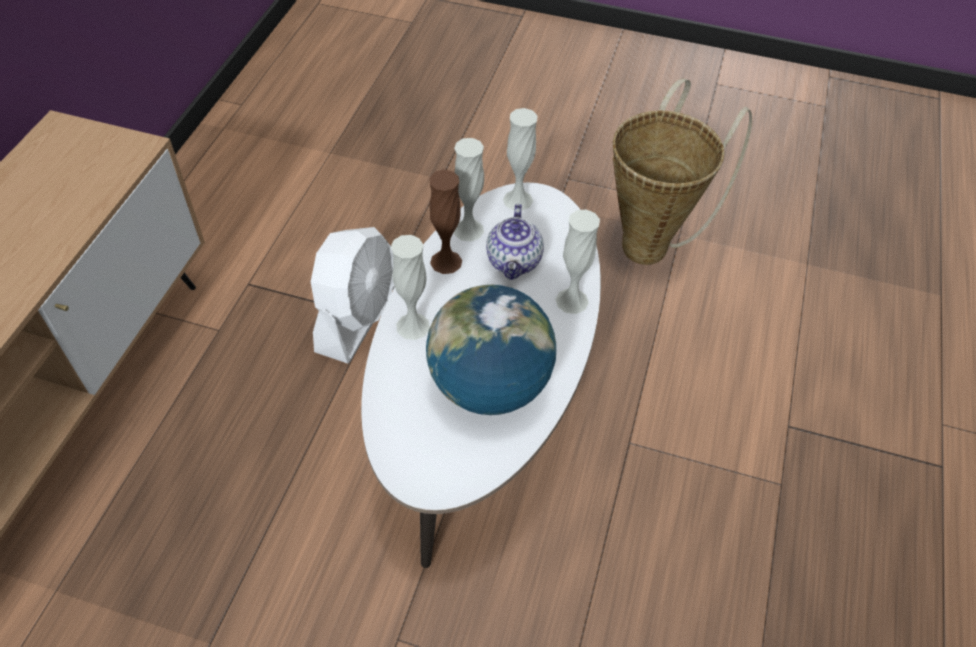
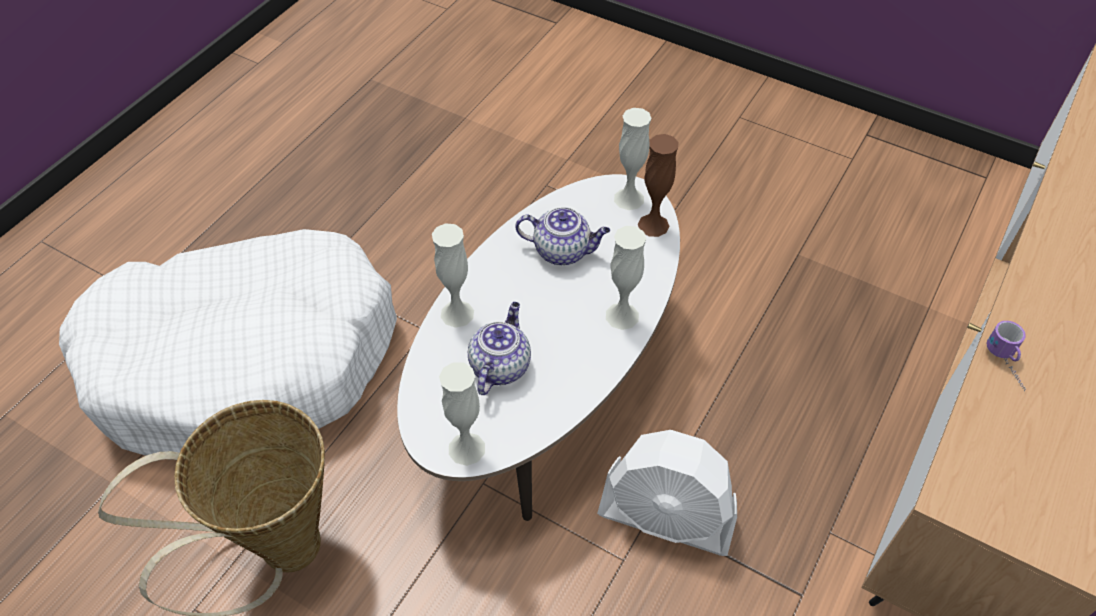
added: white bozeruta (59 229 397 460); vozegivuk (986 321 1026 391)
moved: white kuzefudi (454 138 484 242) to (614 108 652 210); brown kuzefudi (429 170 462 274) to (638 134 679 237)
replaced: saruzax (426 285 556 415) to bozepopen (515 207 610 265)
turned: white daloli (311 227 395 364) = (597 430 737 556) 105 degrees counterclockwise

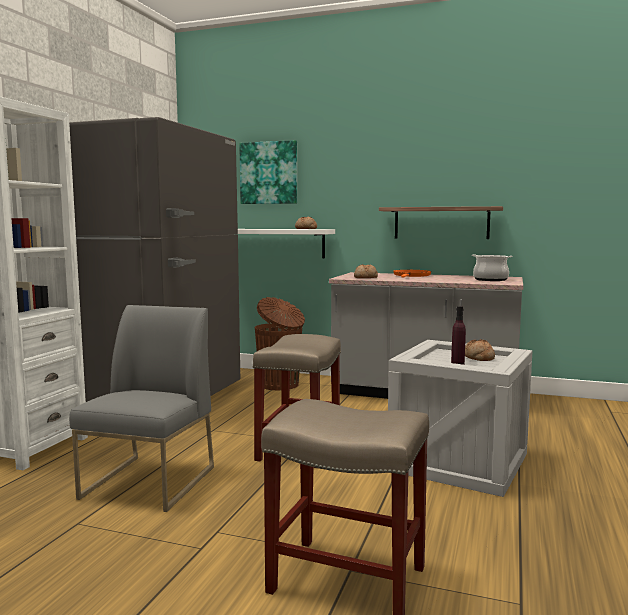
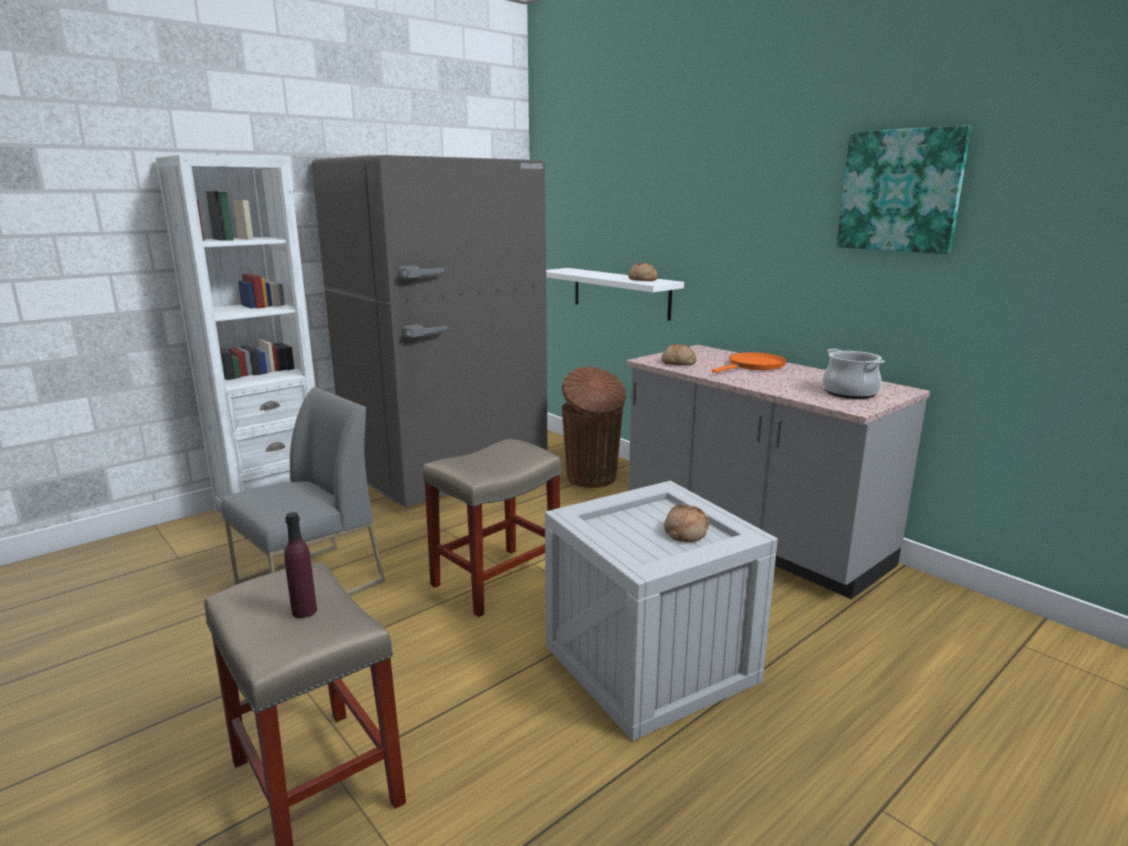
removed: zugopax (379 206 503 239)
moved: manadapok (239 140 297 204) to (836 125 972 254); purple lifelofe (451 306 466 365) to (284 512 317 618)

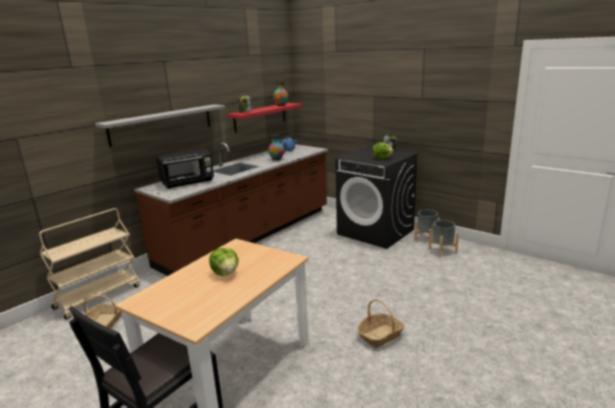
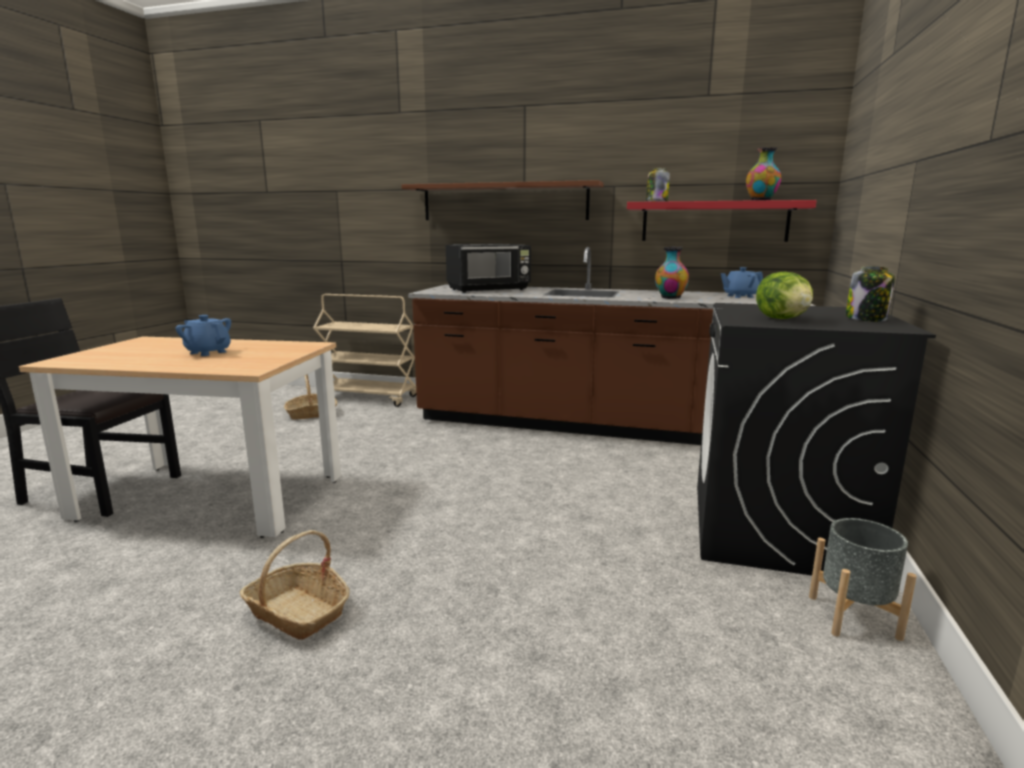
removed: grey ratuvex (428 220 459 257)
replaced: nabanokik (209 248 239 276) to blue bozepopen (176 315 231 356)
recoloured: grey zugopax (95 104 225 147) to brown zugopax (401 180 604 220)
turned: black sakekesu (156 149 214 189) = (446 243 531 293) 60 degrees counterclockwise

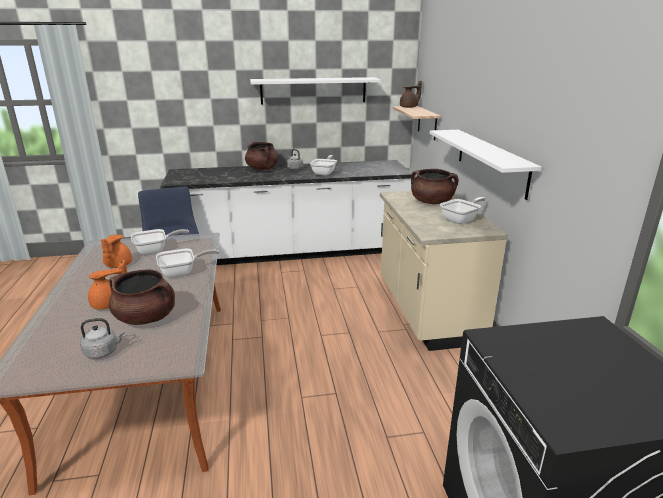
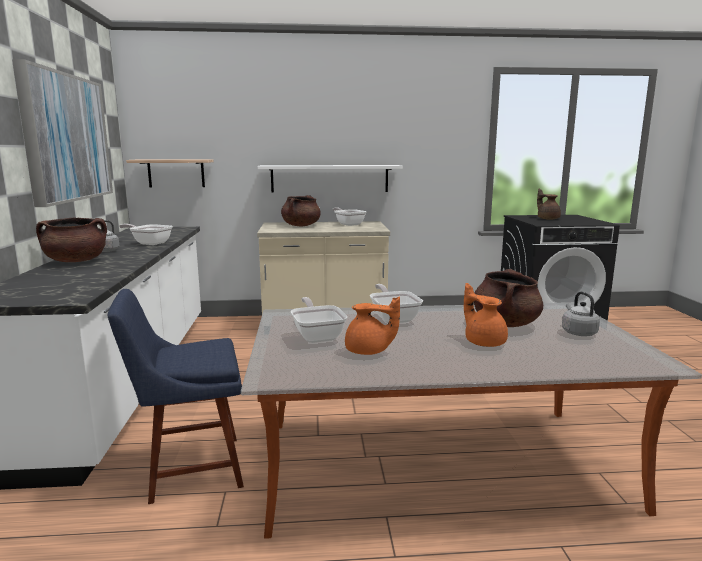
moved: brown bozepopen (400 81 422 108) to (537 189 561 220)
replaced: white zugopax (250 77 381 105) to manadapok (12 59 113 207)

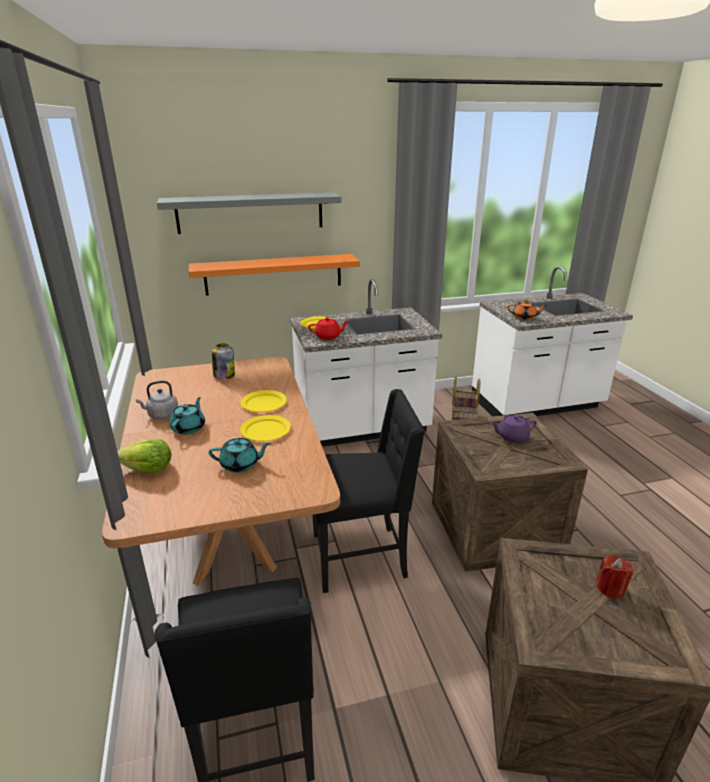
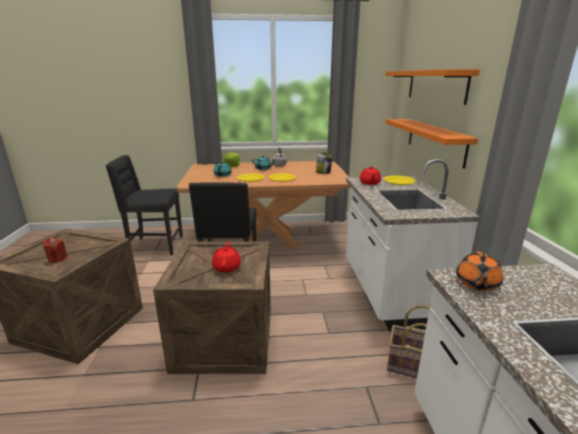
recoloured: grey zugopax (157 192 341 234) to orange zugopax (386 69 480 105); purple bozepopen (491 415 537 442) to red bozepopen (212 241 241 273)

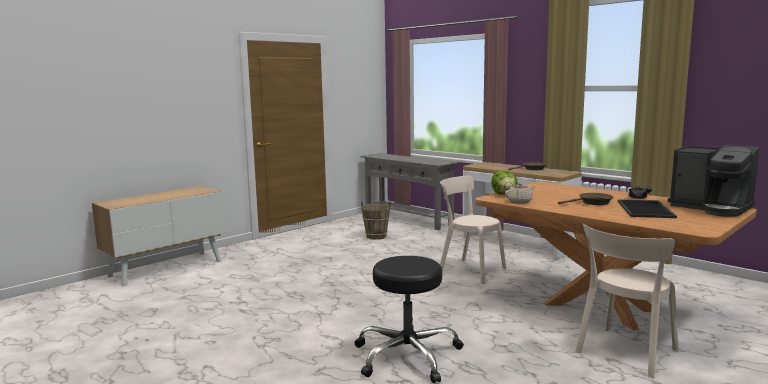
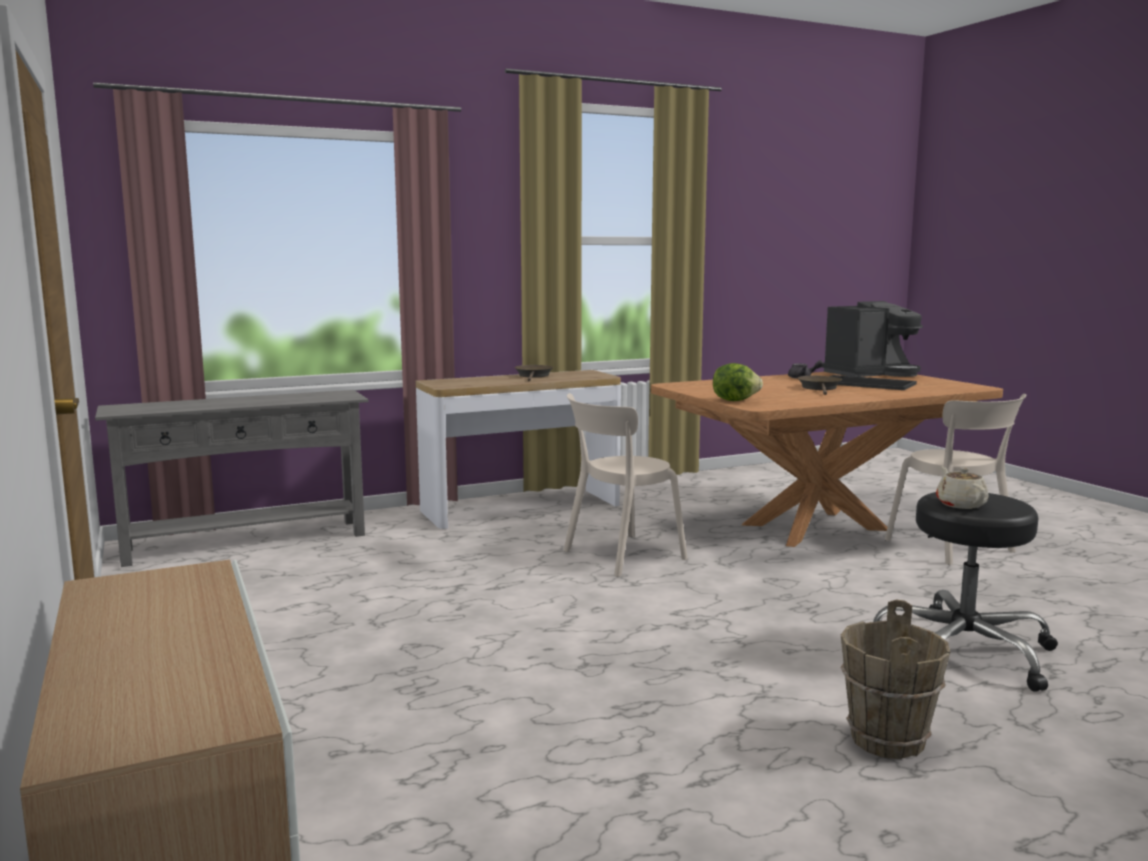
moved: beige bozepopen (505 183 536 204) to (936 466 988 509); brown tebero (361 200 390 240) to (840 599 950 759)

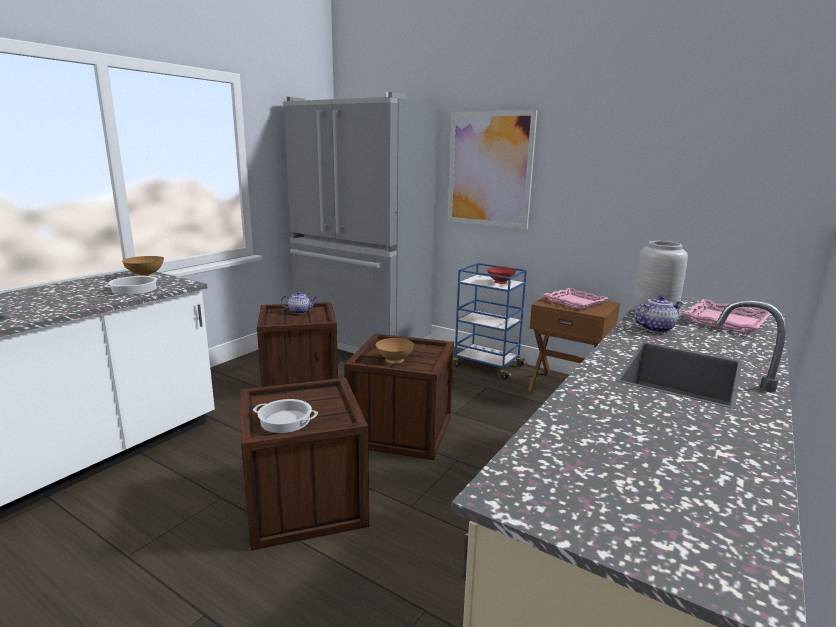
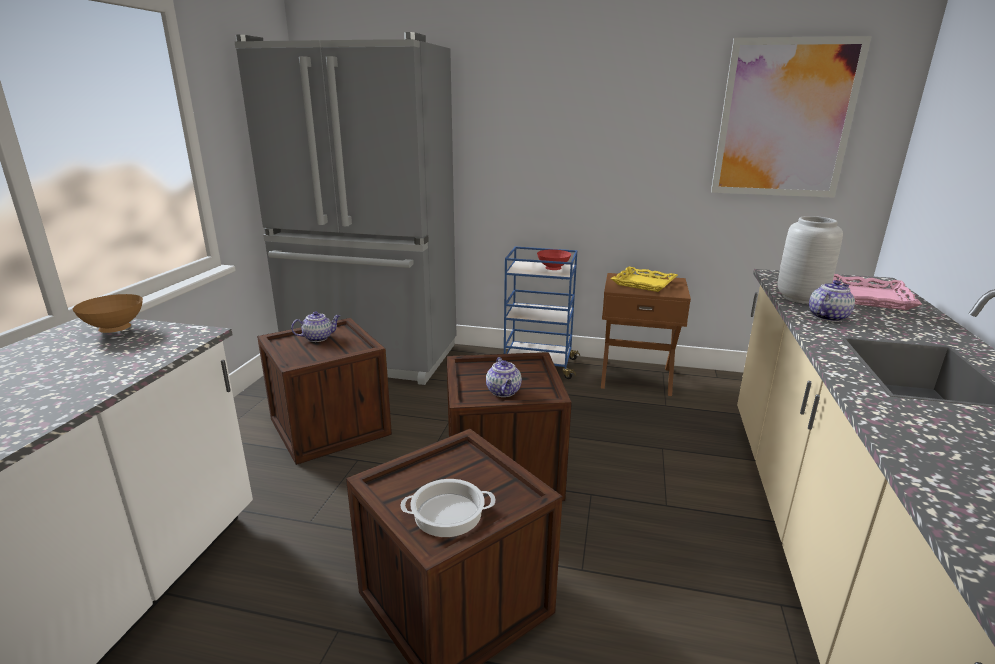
removed: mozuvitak (104 275 161 295)
moved: manadapok (448 110 538 229) to (711 36 872 198)
replaced: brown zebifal (376 338 414 364) to bozepopen (486 357 522 397)
recoloured: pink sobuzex (543 288 609 309) to yellow sobuzex (611 267 678 292)

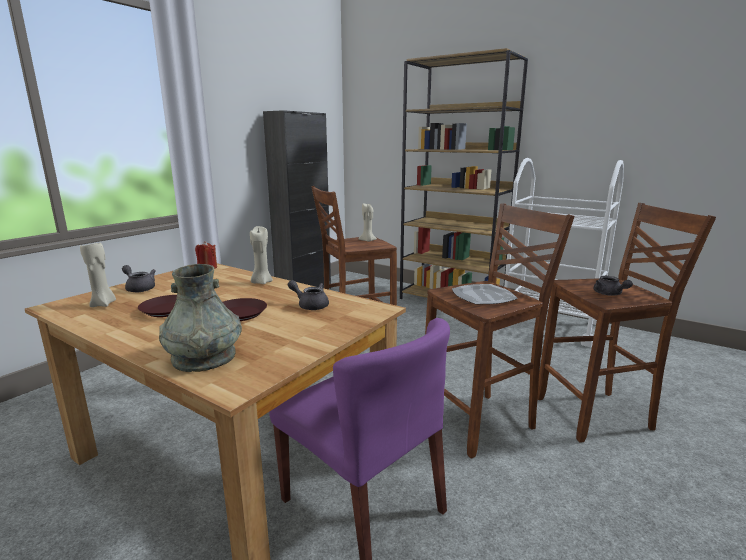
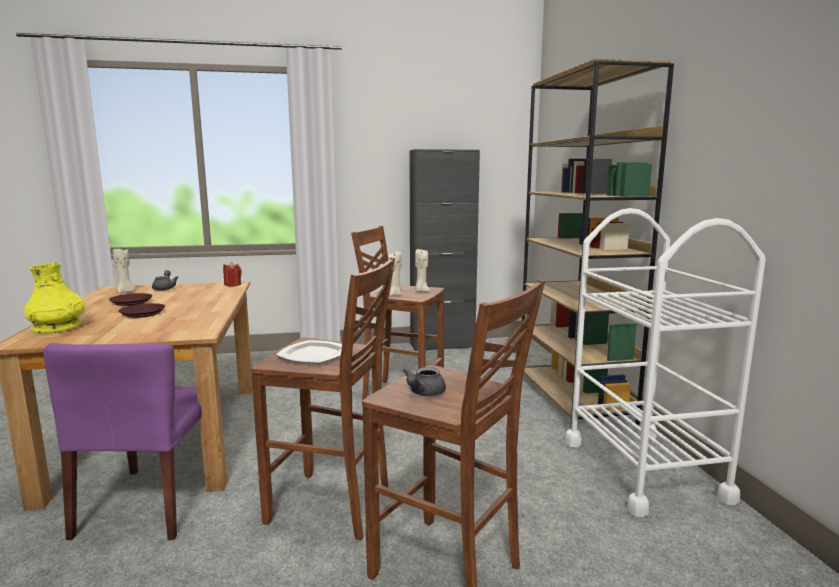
removed: grey bozepopen (287 280 329 310)
moved: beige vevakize (250 226 273 284) to (388 251 402 296)
recoloured: grey kuzefudi (159 264 242 372) to yellow kuzefudi (24 263 85 333)

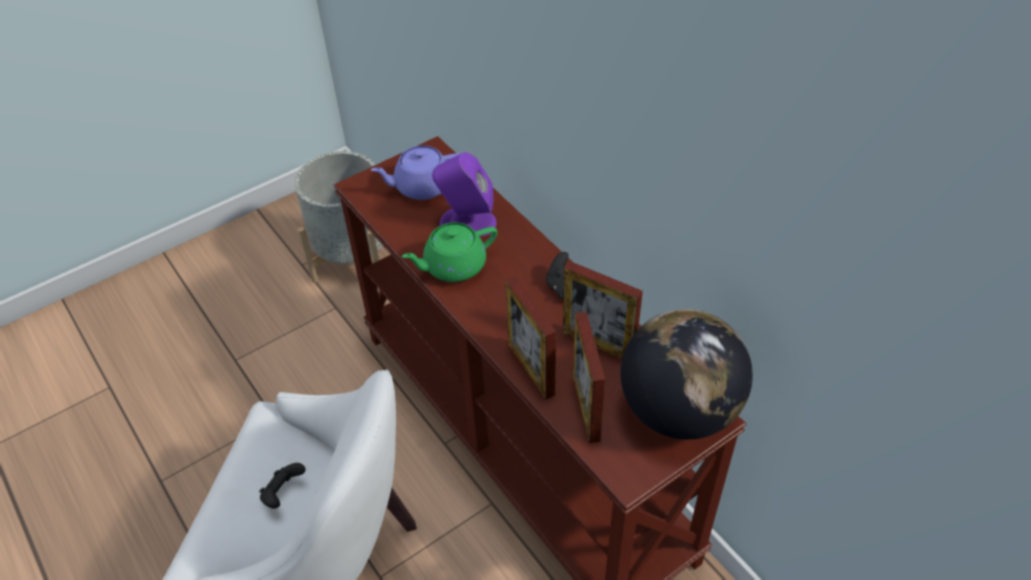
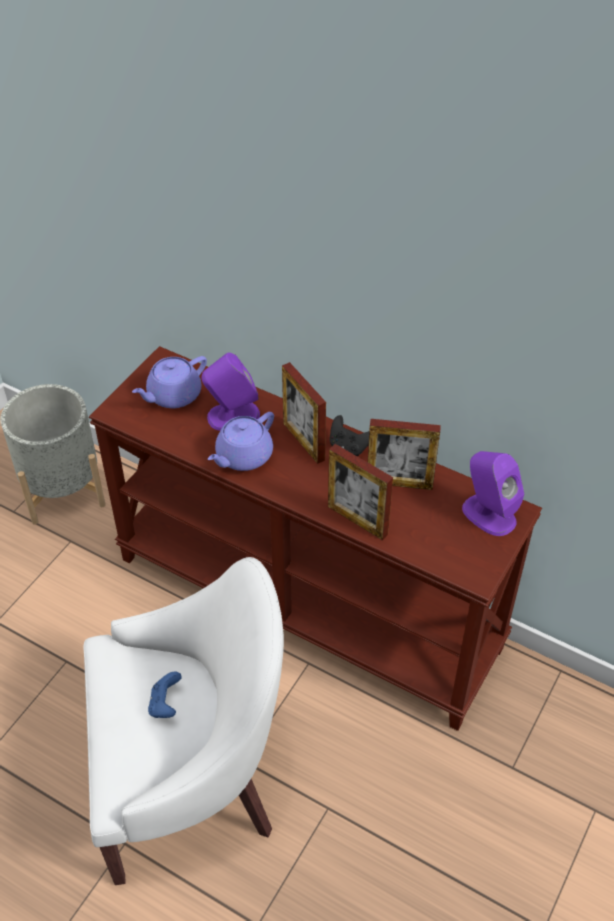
moved: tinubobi (573 312 605 443) to (282 362 326 464)
replaced: saruzax (621 309 753 440) to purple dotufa (462 451 524 536)
recoloured: green bozepopen (401 222 497 282) to purple bozepopen (208 412 274 471); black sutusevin (259 463 306 508) to blue sutusevin (148 671 182 718)

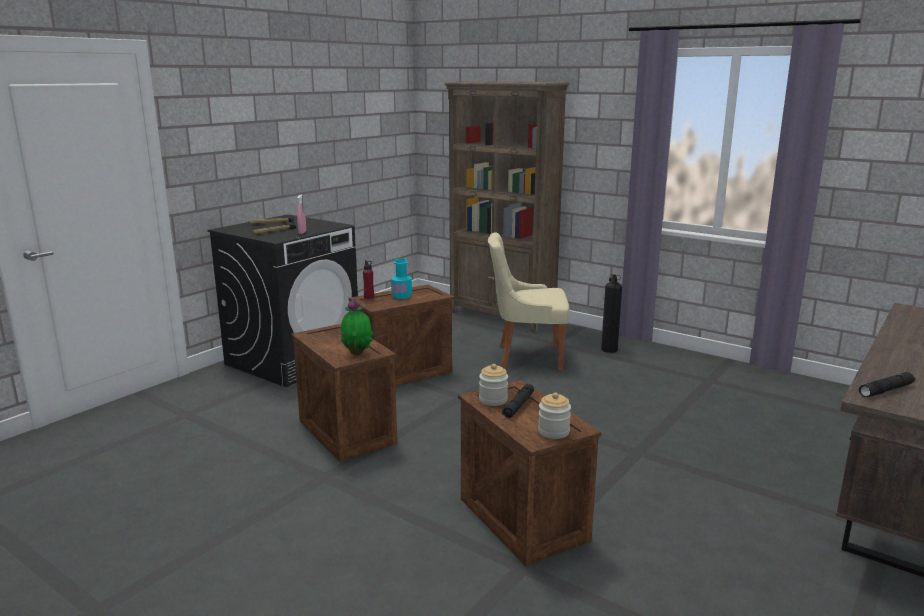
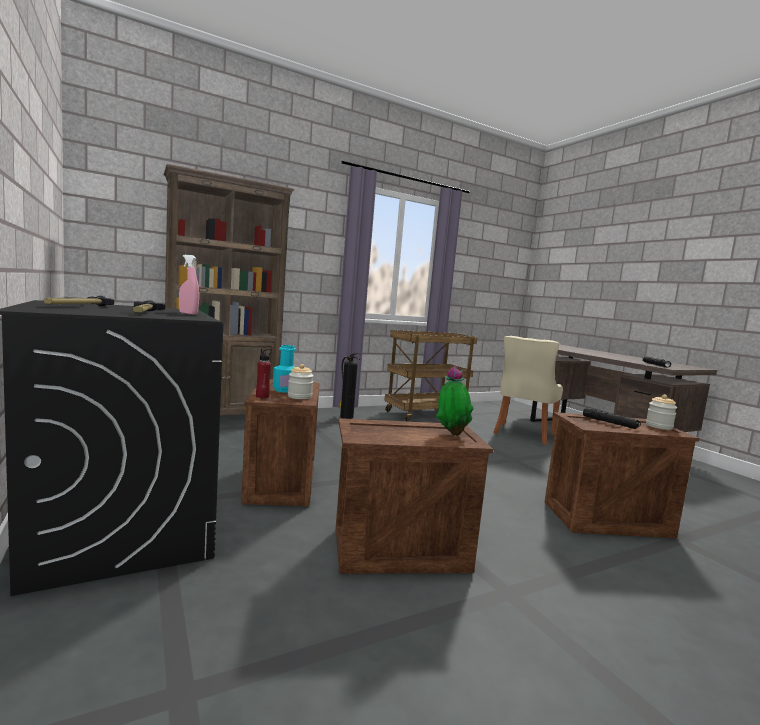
added: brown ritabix (384 330 477 422)
moved: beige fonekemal (488 232 570 371) to (493 336 563 445); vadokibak (479 364 508 406) to (288 364 314 399)

